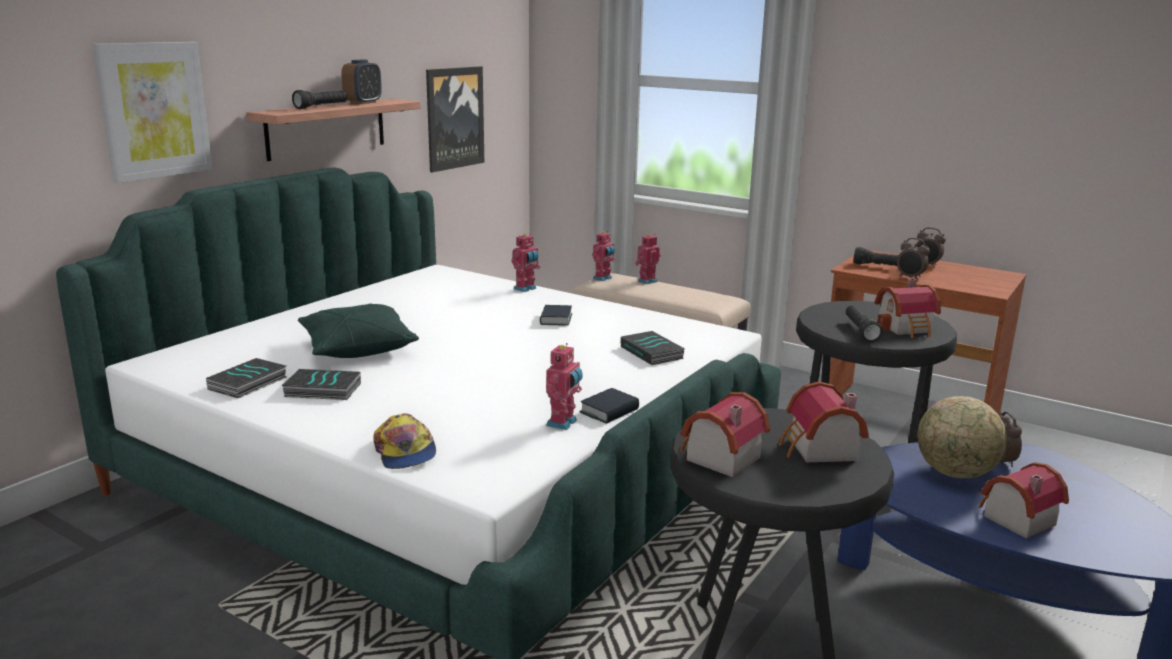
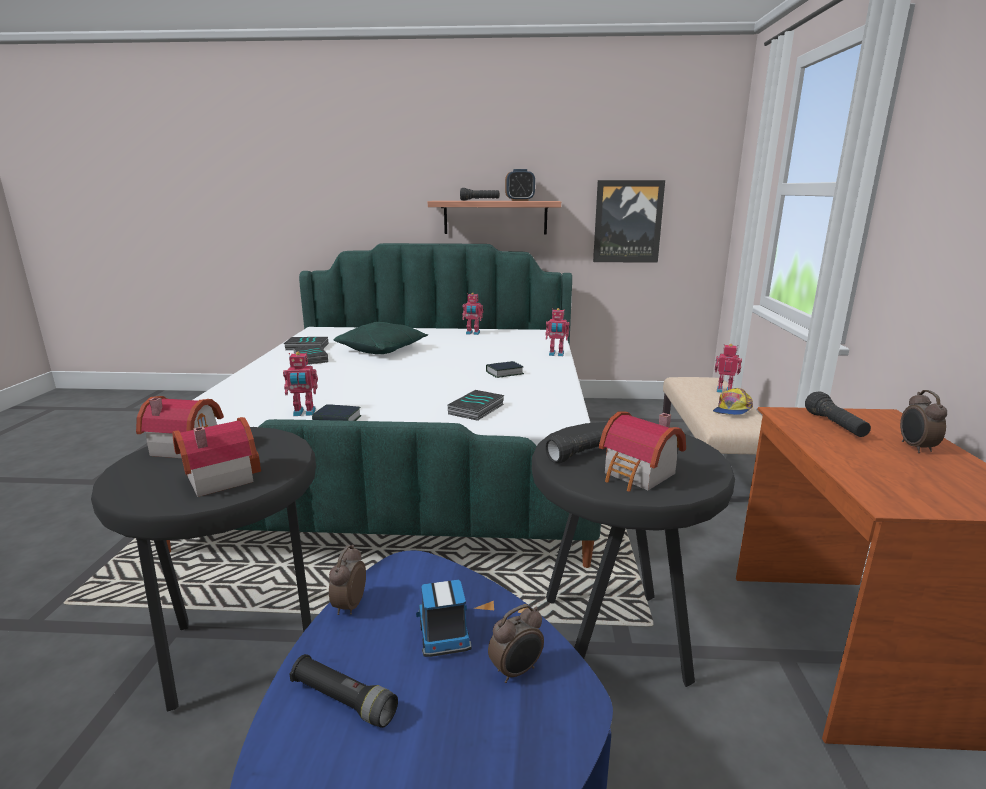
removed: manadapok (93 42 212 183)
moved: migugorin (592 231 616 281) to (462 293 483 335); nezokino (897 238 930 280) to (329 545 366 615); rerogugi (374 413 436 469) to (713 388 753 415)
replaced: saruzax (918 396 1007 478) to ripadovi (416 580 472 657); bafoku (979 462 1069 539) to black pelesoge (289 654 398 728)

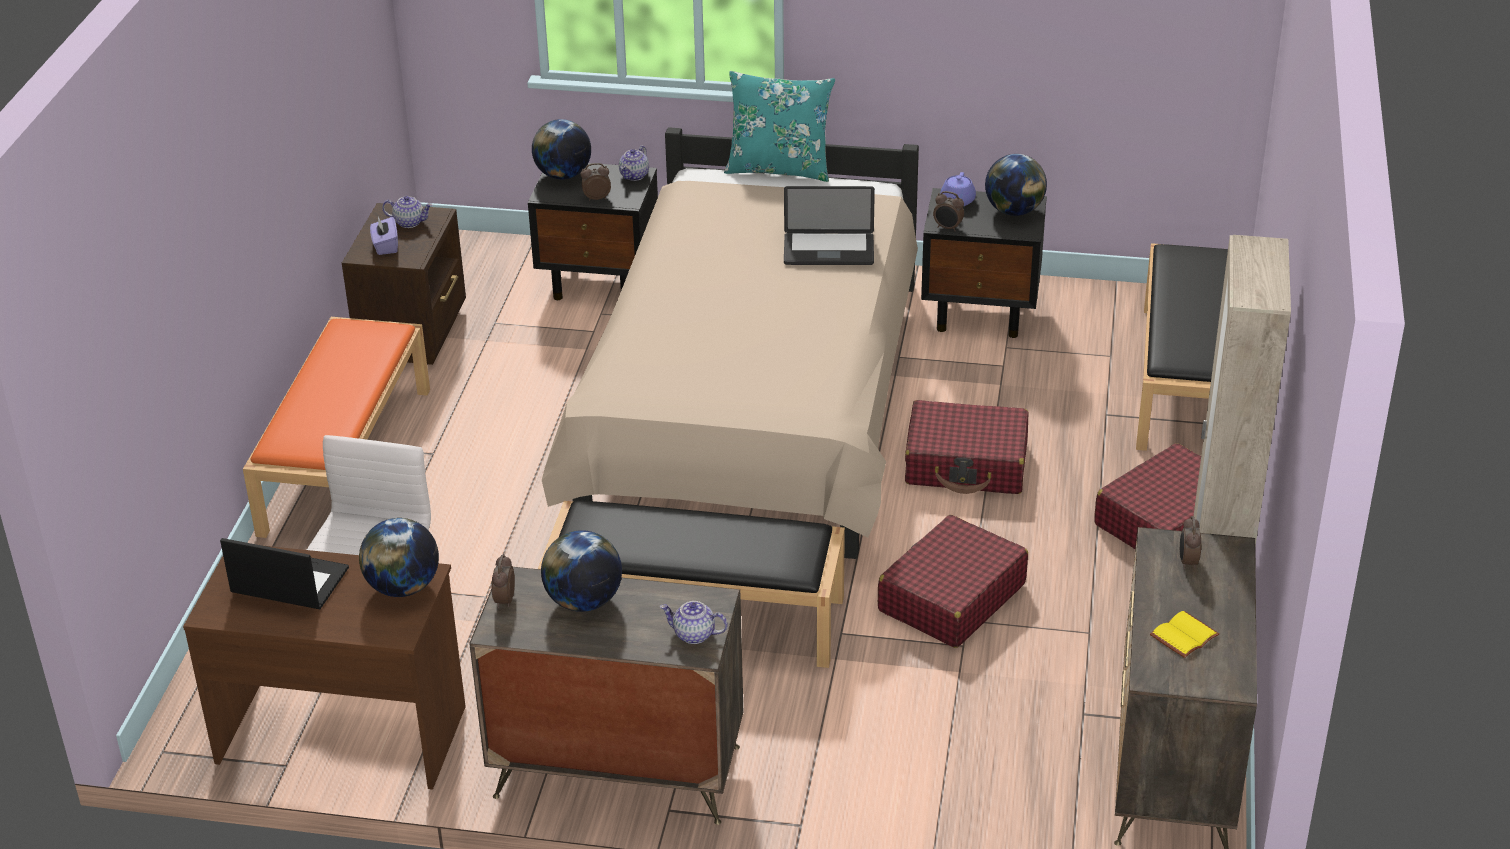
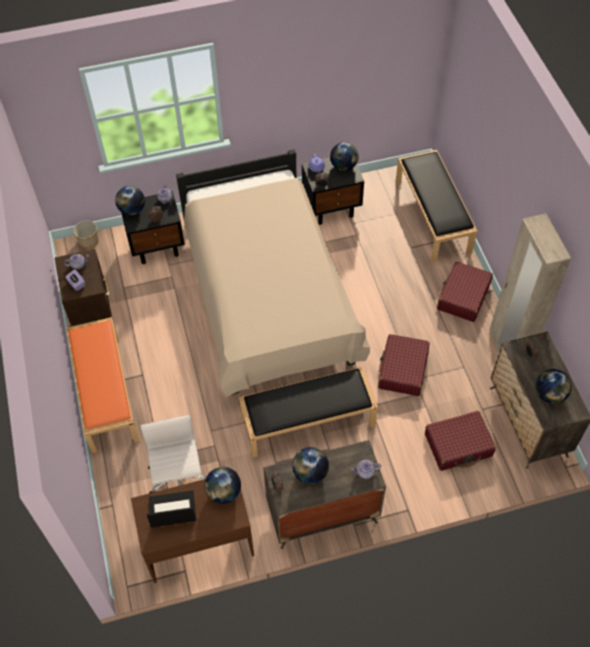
removed: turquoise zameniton (724 71 835 182); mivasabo (784 186 875 265)
added: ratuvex (73 220 99 249)
moved: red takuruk (905 400 1028 494) to (425 411 496 471)
replaced: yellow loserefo (1150 611 1219 658) to saruzax (536 369 572 404)

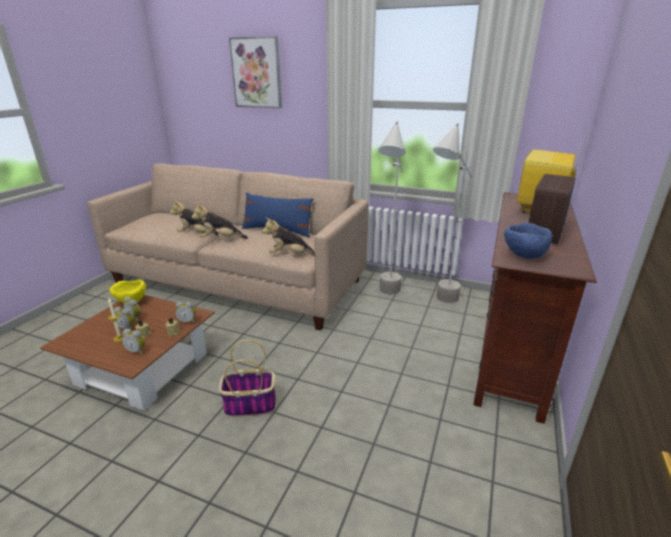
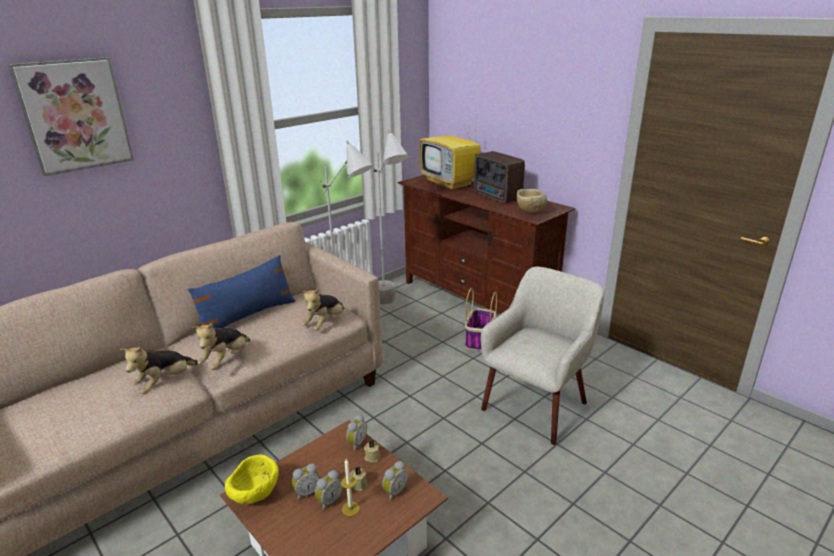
added: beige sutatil (481 267 604 445)
moved: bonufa (219 340 276 417) to (465 288 497 351)
recoloured: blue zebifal (504 223 553 259) to beige zebifal (517 189 547 213)

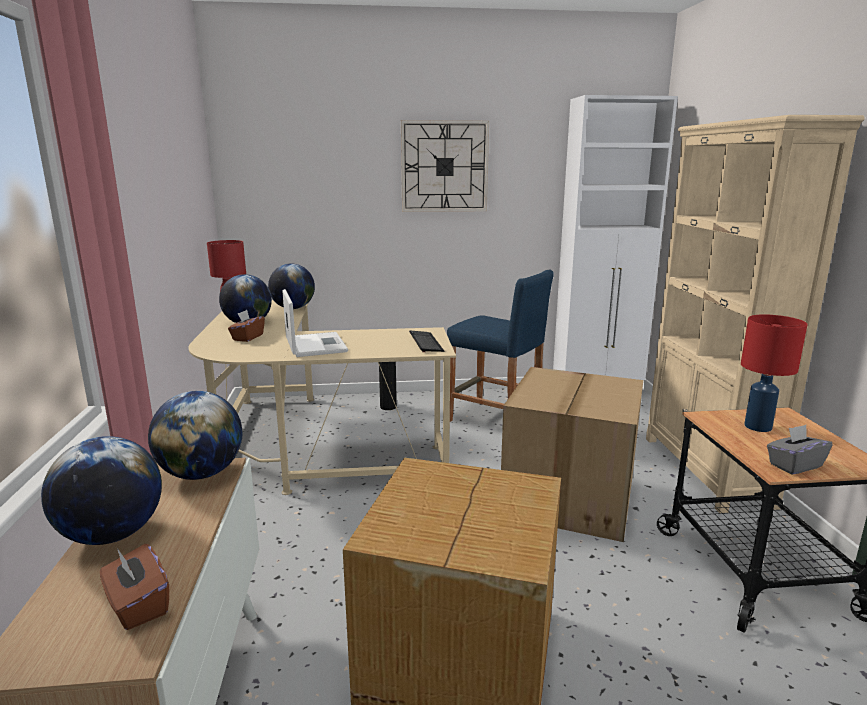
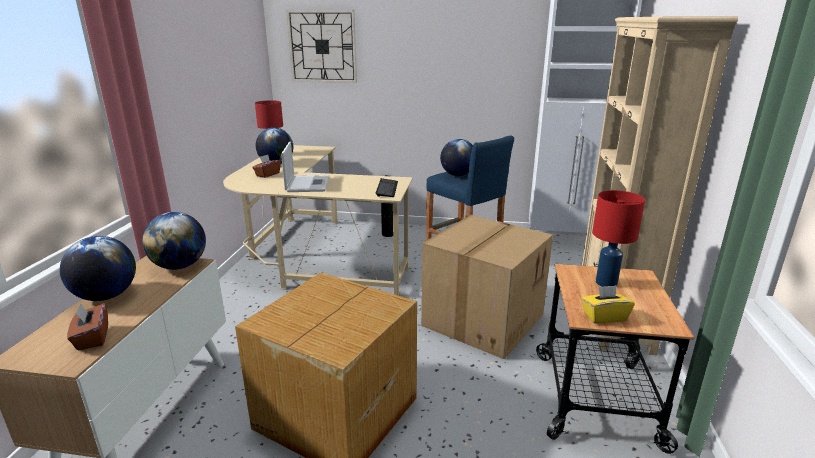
moved: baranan (401 120 489 212) to (286 10 357 83); saruzax (268 263 315 309) to (440 139 473 176)
recoloured: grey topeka (767 425 833 474) to yellow topeka (582 285 635 324)

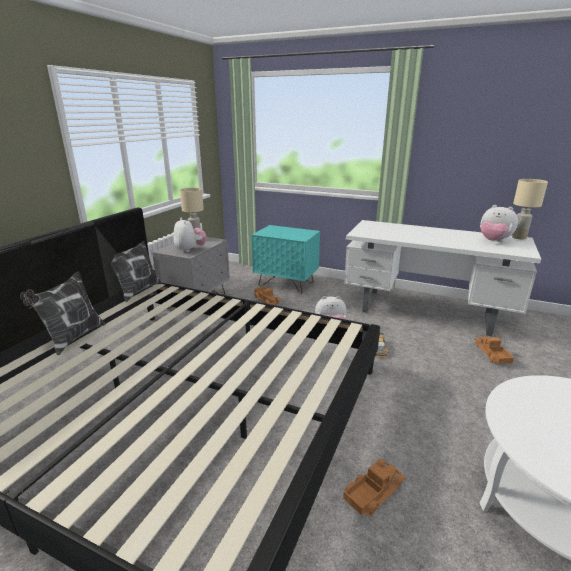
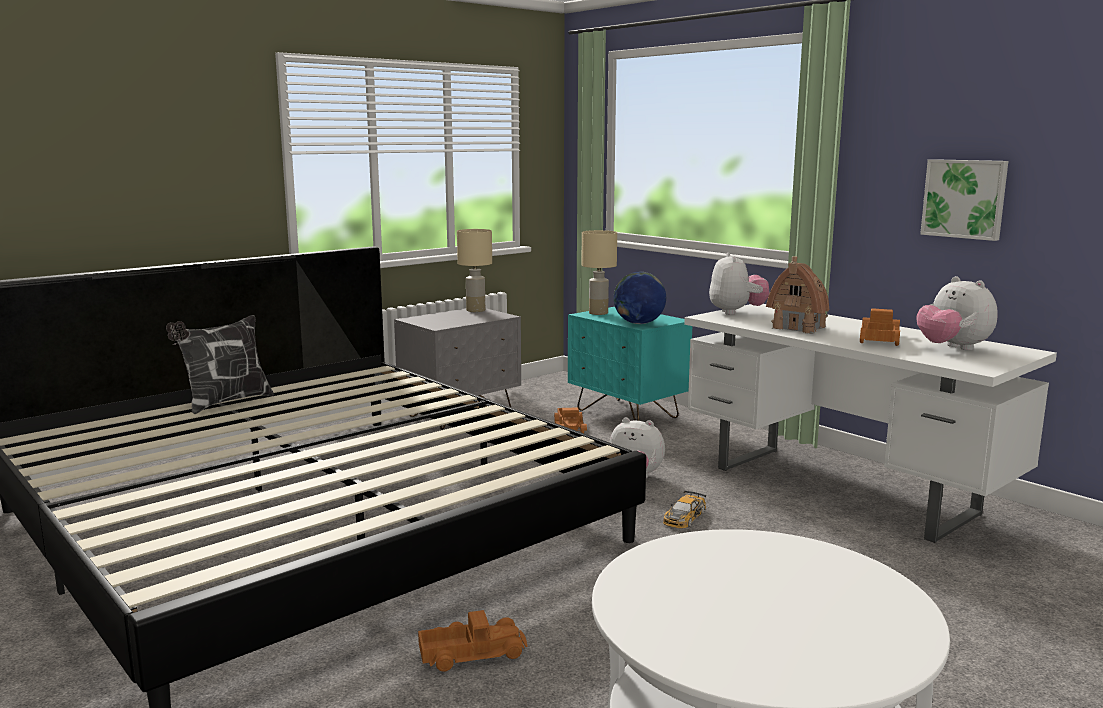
removed: zameniton (111 241 162 302)
added: manadapok (920 159 1008 241); bafoku (766 256 829 334); saruzax (614 272 666 324)
moved: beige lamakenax (512 179 548 240) to (582 230 617 315); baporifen (174 218 207 253) to (709 253 769 315); ripadovi (474 337 514 364) to (860 308 900 346)

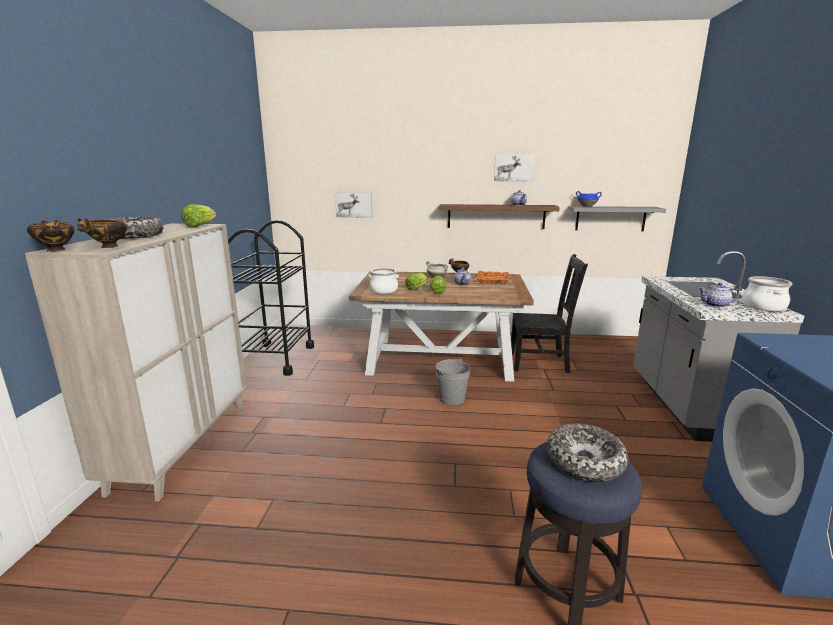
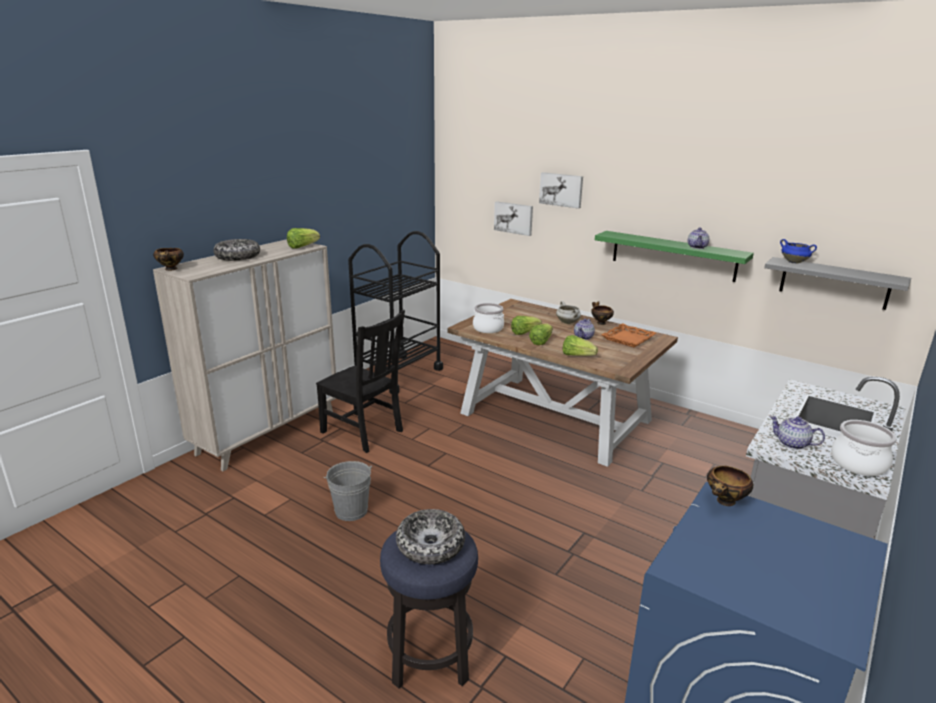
added: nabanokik (562 335 598 356)
moved: manadapok (494 154 535 182) to (539 172 583 209); zebifal (78 218 127 248) to (707 466 753 506); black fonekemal (511 254 588 373) to (316 310 405 453); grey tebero (436 359 470 405) to (324 461 372 521)
recoloured: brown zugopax (439 204 560 229) to green zugopax (595 231 754 282)

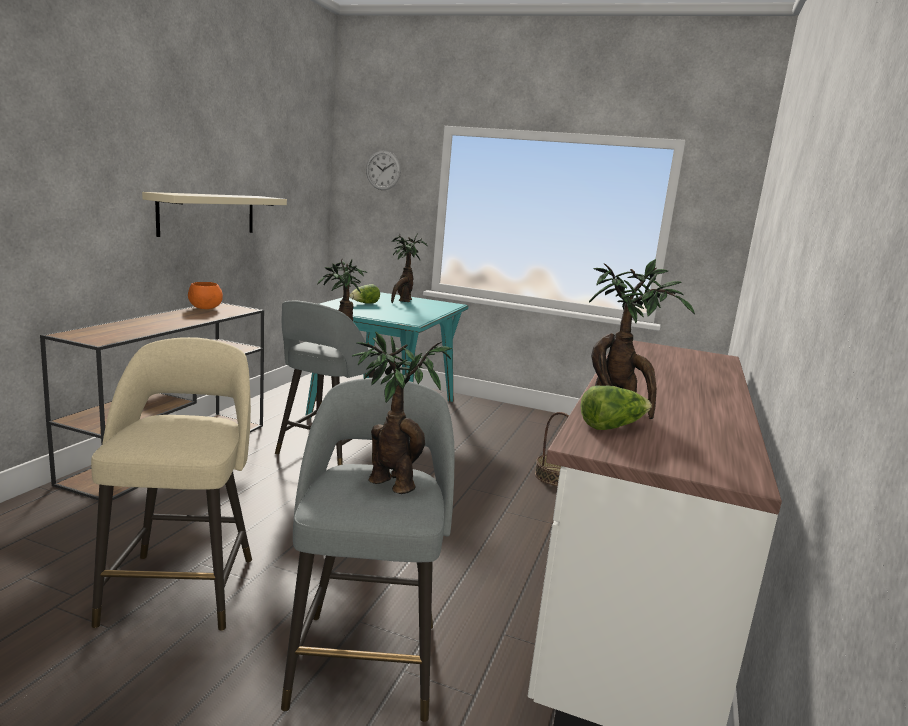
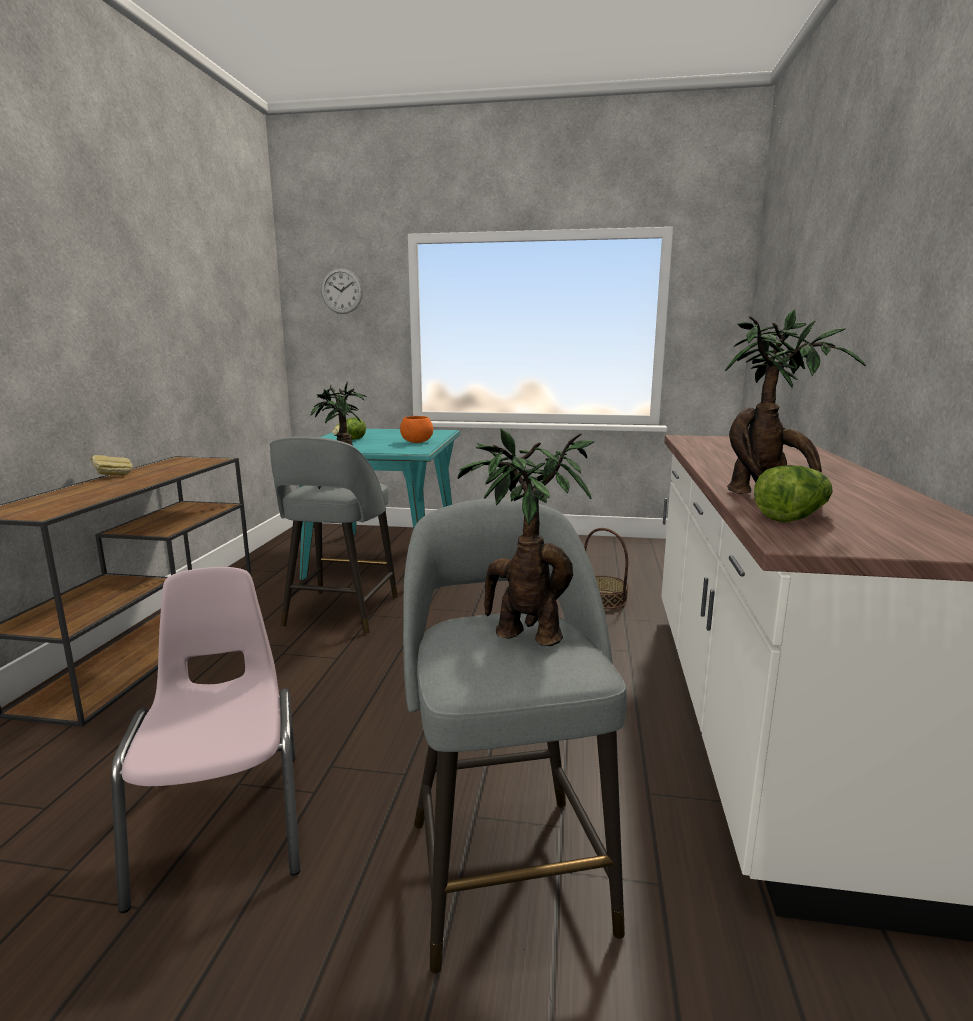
removed: beige zugopax (142 192 287 237); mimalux (391 234 428 303)
added: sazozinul (90 455 133 476)
moved: orange zebifal (188 282 223 309) to (400 416 433 443)
replaced: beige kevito (91 337 252 631) to pink fonekemal (111 567 300 913)

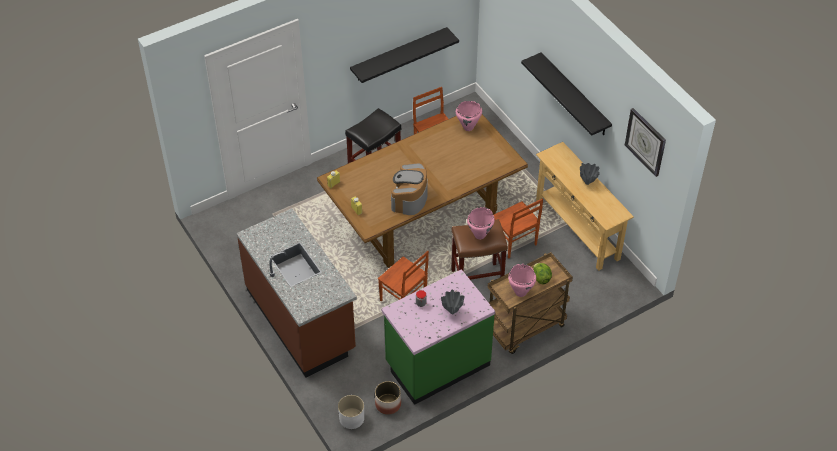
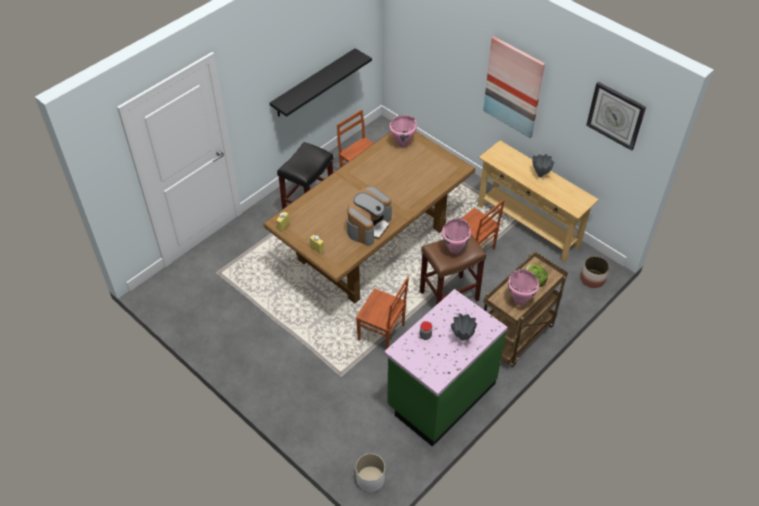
removed: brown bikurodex (236 209 357 378)
moved: ratuvex (375 381 401 415) to (581 256 610 288)
replaced: black zugopax (521 53 612 136) to manadapok (483 37 545 138)
turned: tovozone (391 163 428 215) = (347 186 392 246) 150 degrees counterclockwise

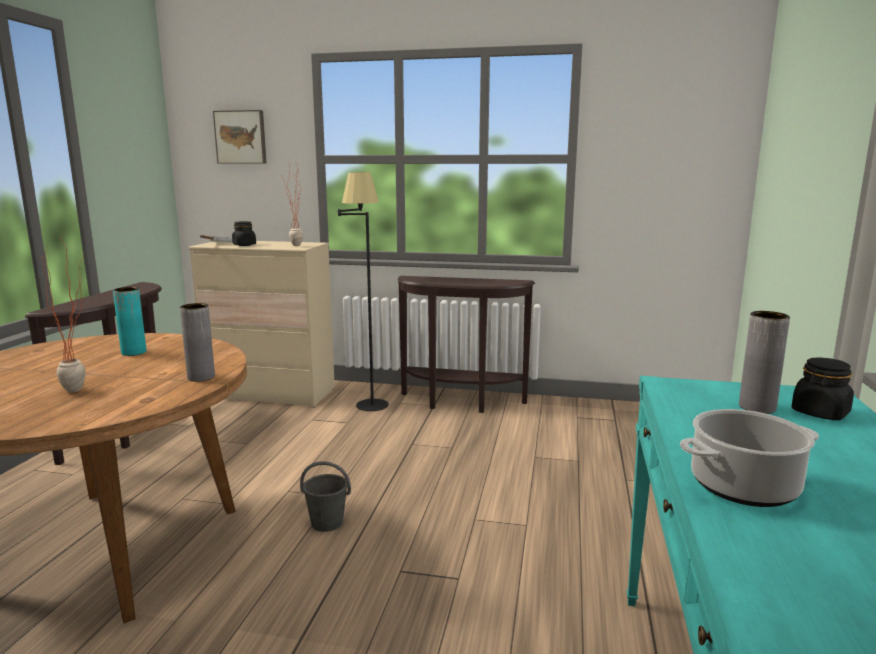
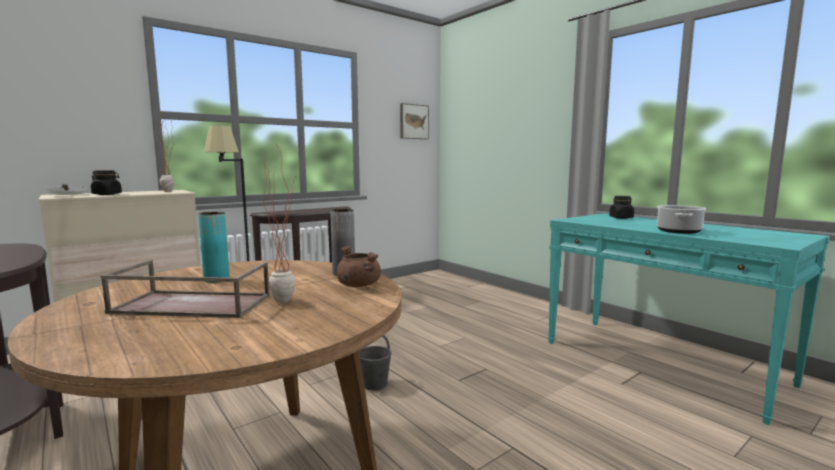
removed: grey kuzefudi (739 311 790 414)
added: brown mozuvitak (337 246 381 287); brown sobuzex (101 260 270 318)
moved: manadapok (213 110 267 164) to (400 103 429 139)

